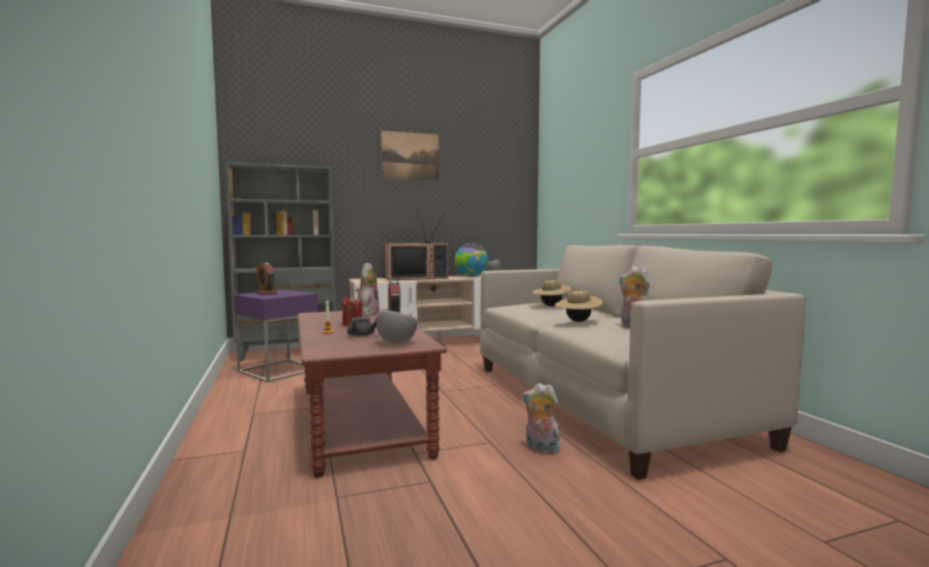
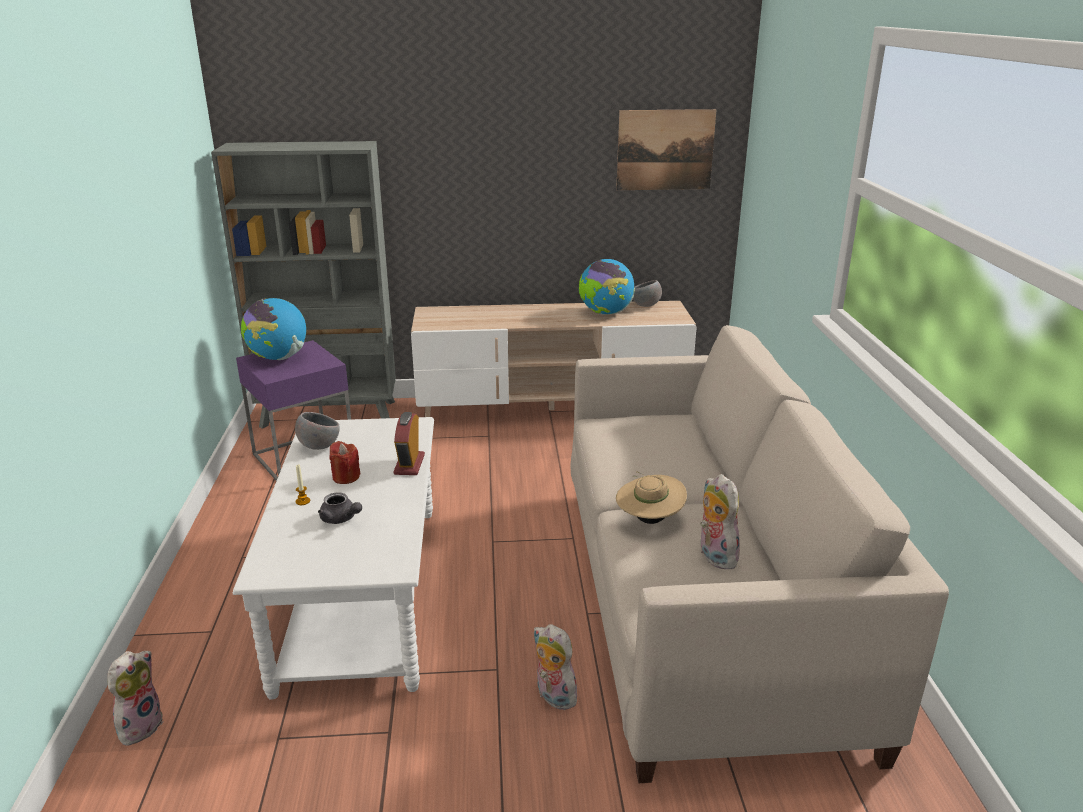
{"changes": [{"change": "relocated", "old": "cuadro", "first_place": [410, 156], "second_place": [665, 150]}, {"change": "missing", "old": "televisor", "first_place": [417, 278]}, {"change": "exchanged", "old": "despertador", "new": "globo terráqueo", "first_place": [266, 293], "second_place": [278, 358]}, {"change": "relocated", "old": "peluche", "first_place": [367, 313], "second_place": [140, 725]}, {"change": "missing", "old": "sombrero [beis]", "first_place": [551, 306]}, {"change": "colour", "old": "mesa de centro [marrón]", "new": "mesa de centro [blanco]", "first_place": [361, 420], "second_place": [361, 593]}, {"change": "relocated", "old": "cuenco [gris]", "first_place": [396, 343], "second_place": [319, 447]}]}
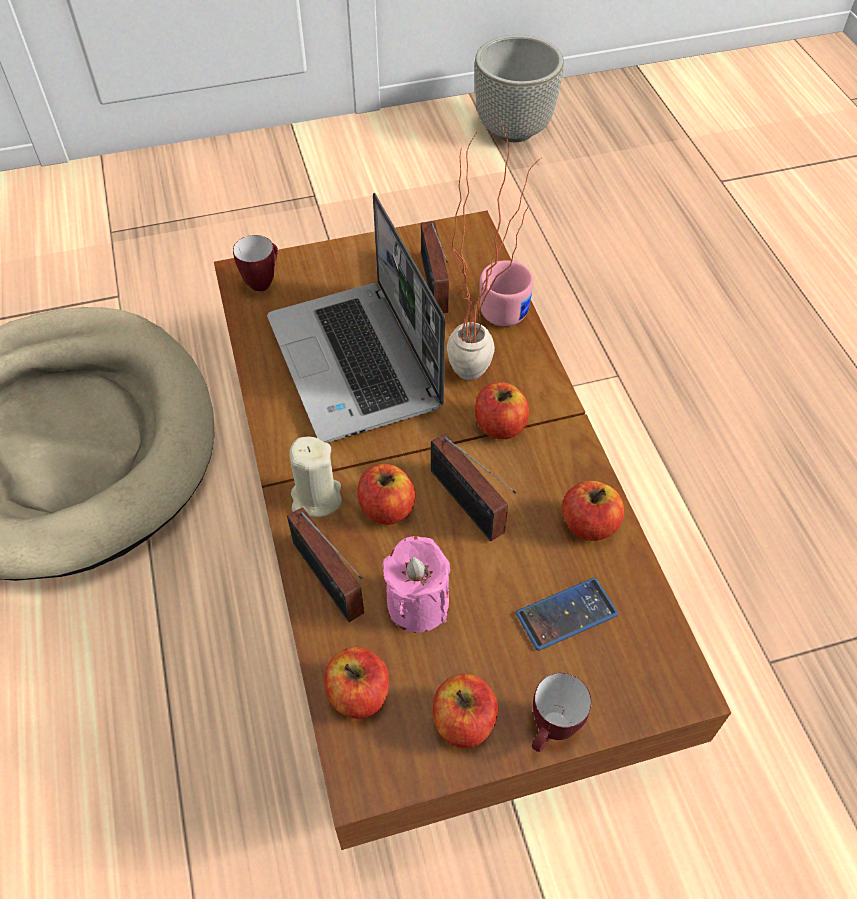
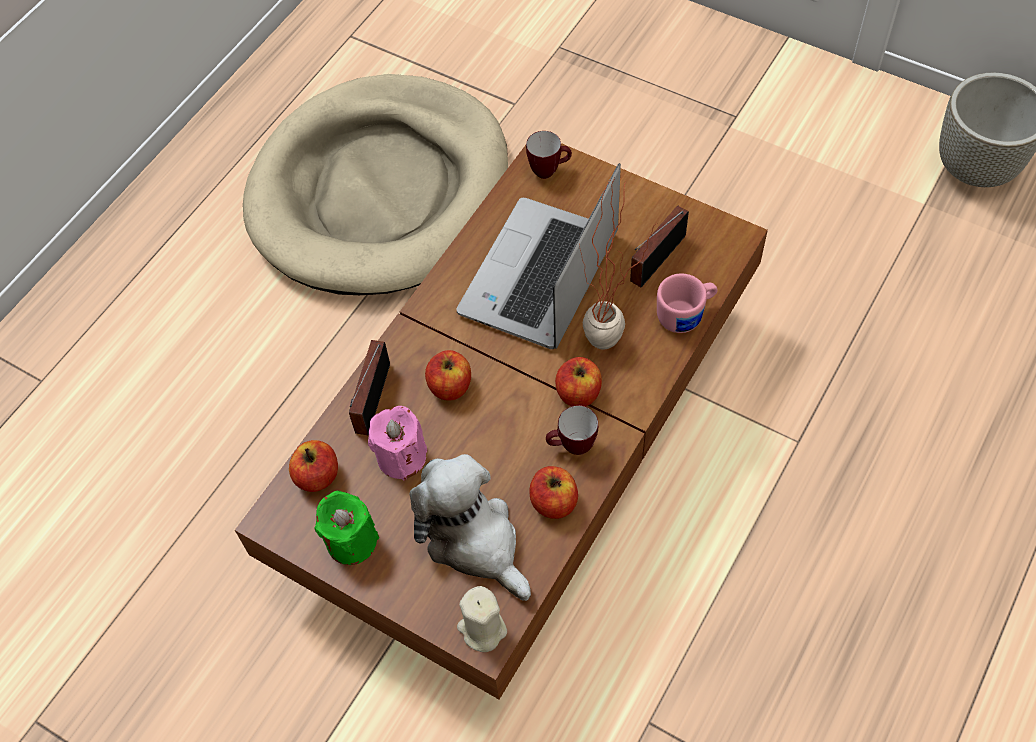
{"changes": [{"change": "missing", "old": "radio", "first_place": [469, 506]}, {"change": "relocated", "old": "vela [beis]", "first_place": [316, 498], "second_place": [482, 629]}, {"change": "exchanged", "old": "móvil", "new": "peluche", "first_place": [566, 614], "second_place": [474, 539]}, {"change": "relocated", "old": "taza grande", "first_place": [551, 732], "second_place": [572, 447]}, {"change": "exchanged", "old": "manzana", "new": "vela [verde]", "first_place": [464, 721], "second_place": [351, 541]}]}
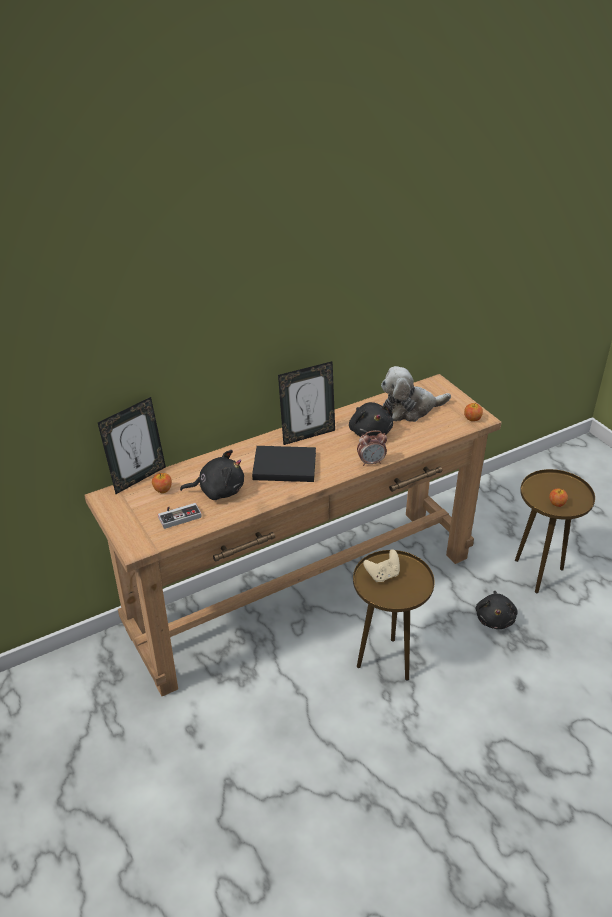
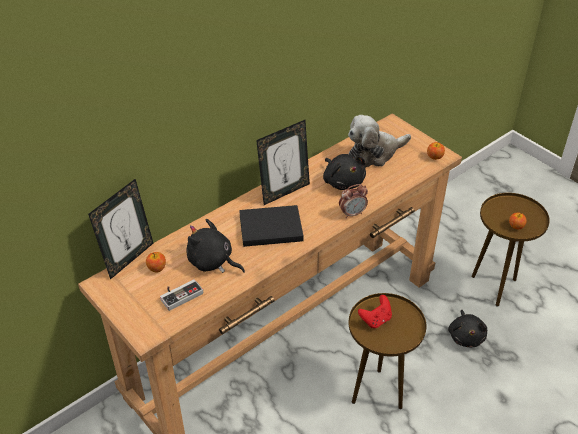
{"changes": [{"change": "spun", "old": "peluche [negro]", "first_place": [218, 490], "second_place": [212, 262], "degrees": -135}, {"change": "colour", "old": "mando de consola [beis]", "new": "mando de consola [rojo]", "first_place": [383, 575], "second_place": [376, 320]}]}
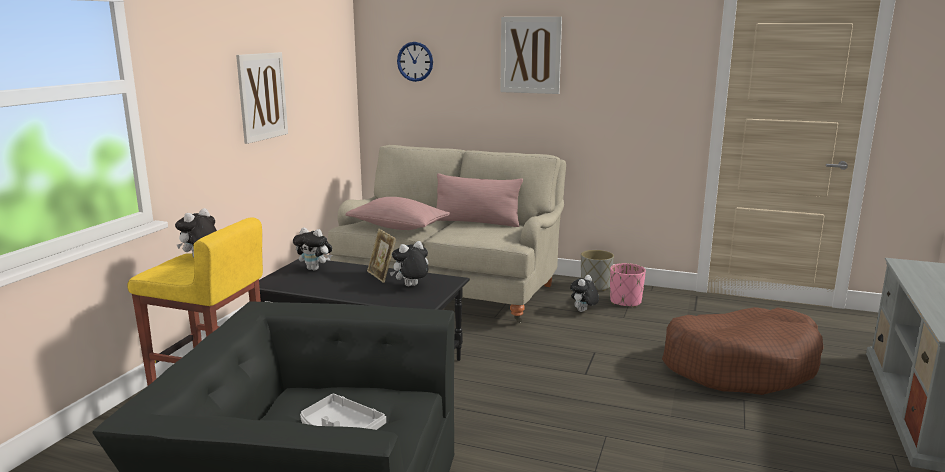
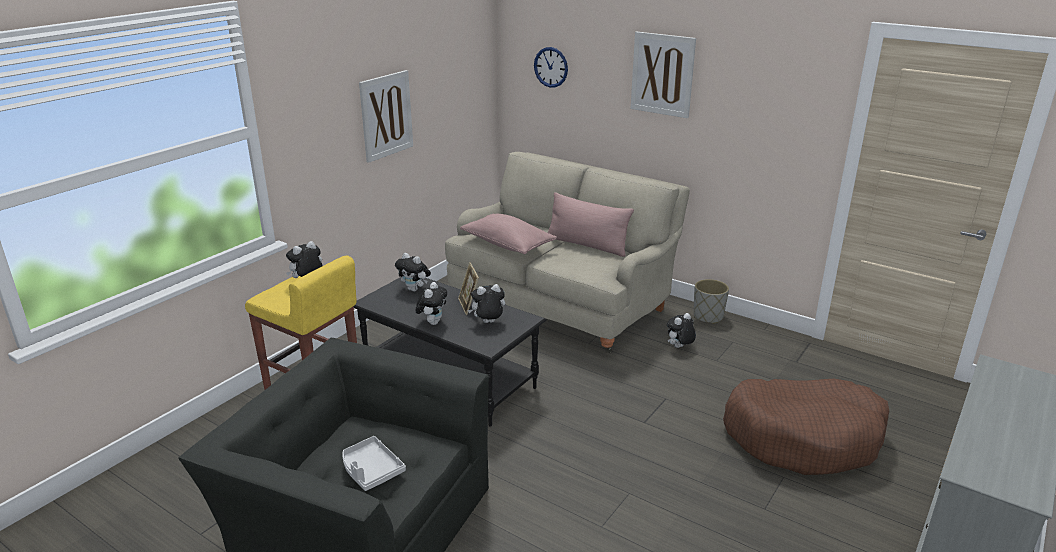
{"changes": [{"change": "missing", "old": "maceta [rosa]", "first_place": [626, 302]}, {"change": "appeared", "new": "peluche", "second_place": [433, 322]}]}
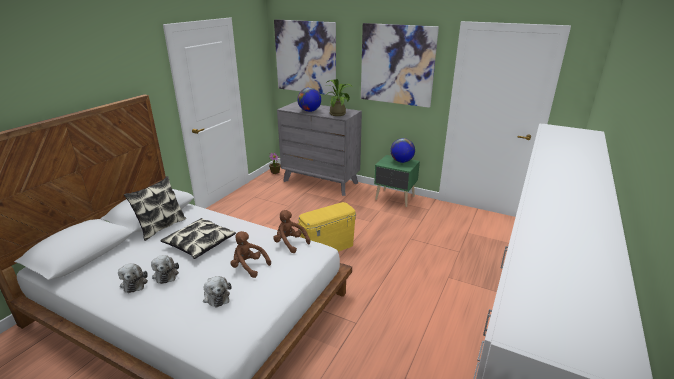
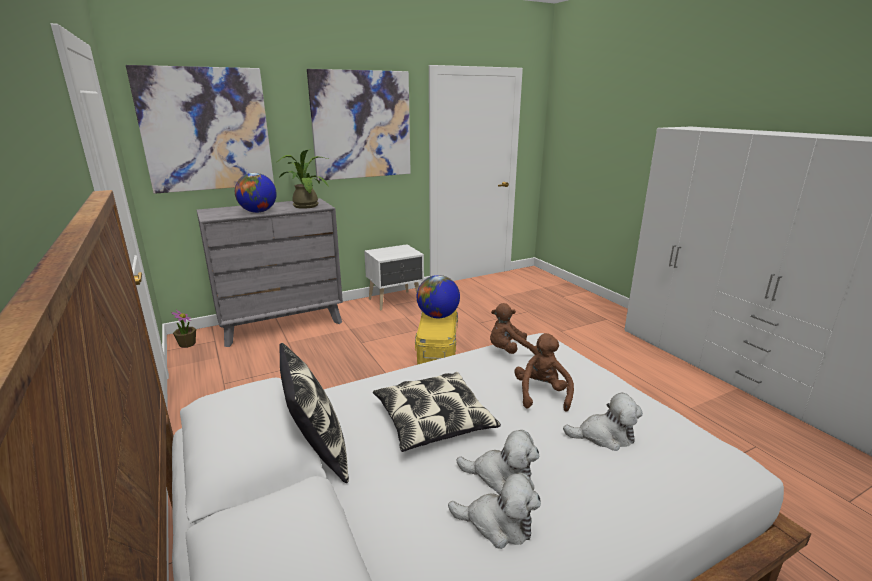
{"changes": [{"change": "relocated", "old": "globo terráqueo", "first_place": [401, 161], "second_place": [438, 316]}, {"change": "colour", "old": "mesita de noche [verde]", "new": "mesita de noche [blanco]", "first_place": [395, 198], "second_place": [395, 301]}, {"change": "spun", "old": "peluche [marrón]", "first_place": [249, 267], "second_place": [541, 394], "degrees": 120}]}
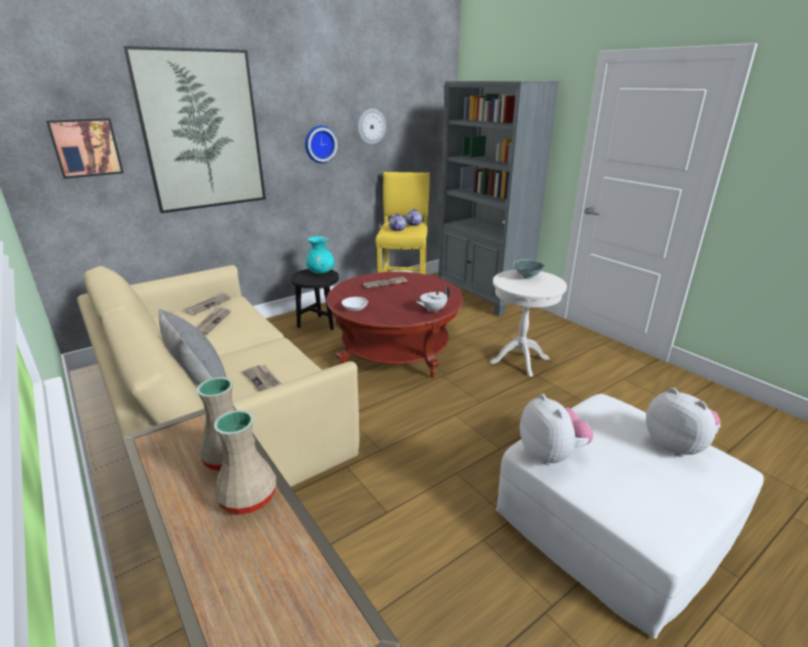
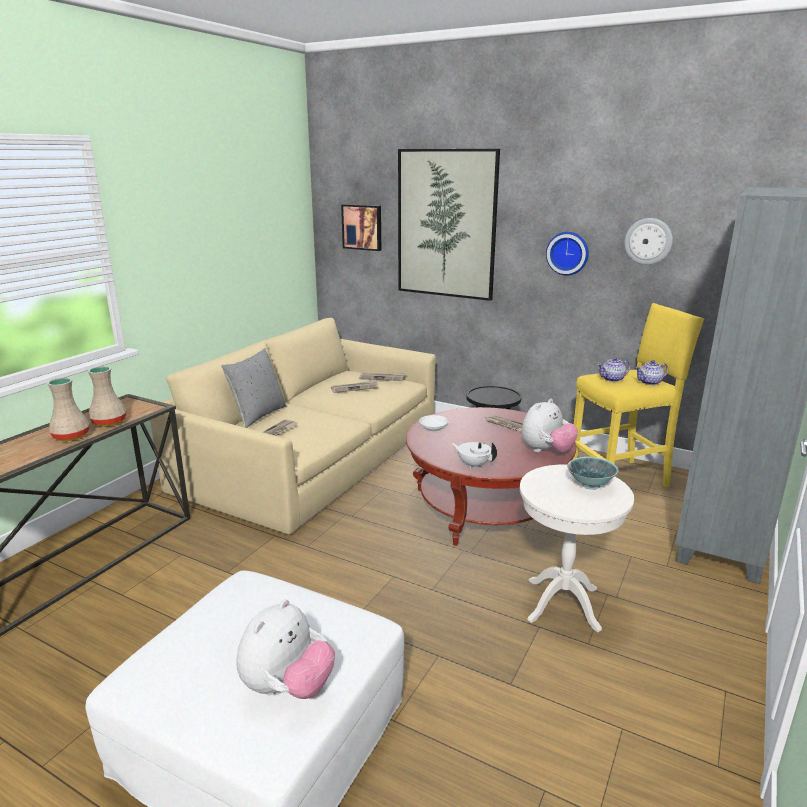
{"changes": [{"change": "missing", "old": "florero [turquesa]", "first_place": [321, 272]}, {"change": "relocated", "old": "peluche", "first_place": [550, 454], "second_place": [546, 451]}]}
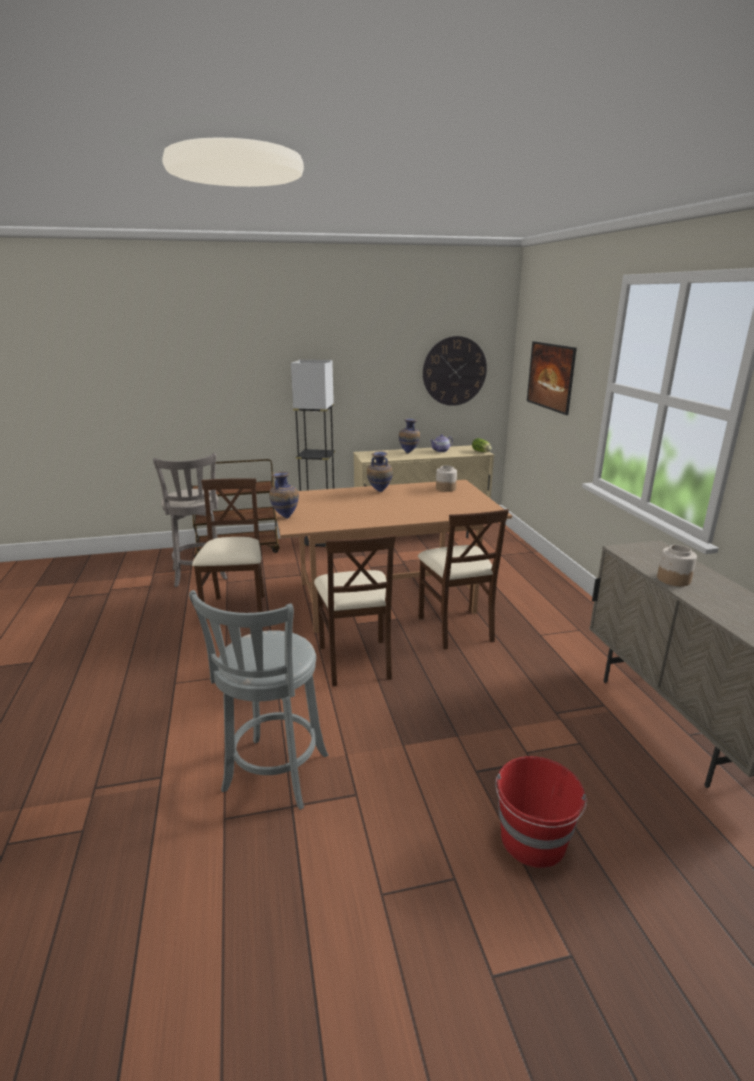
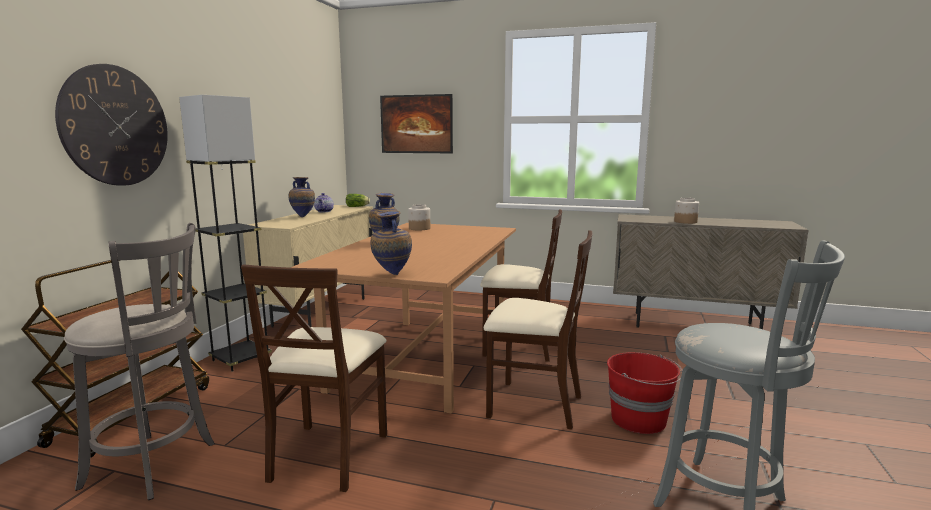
{"changes": [{"change": "relocated", "old": "reloj de pared", "first_place": [454, 371], "second_place": [115, 126]}, {"change": "spun", "old": "silla [beis]", "first_place": [237, 611], "second_place": [328, 454], "degrees": -105}, {"change": "relocated", "old": "cubo [rojo]", "first_place": [533, 841], "second_place": [639, 420]}]}
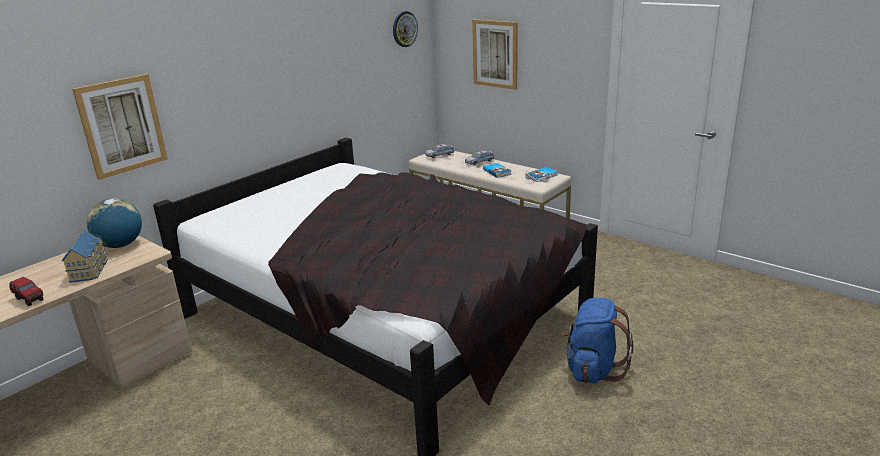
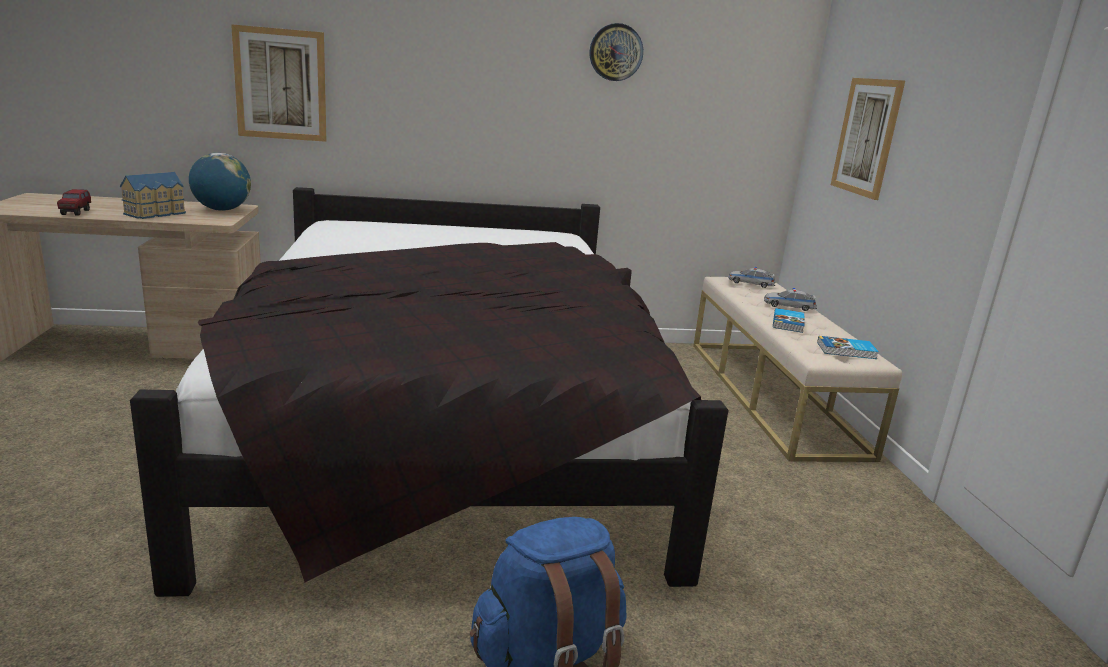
{"changes": [{"change": "relocated", "old": "reloj de pared", "first_place": [404, 29], "second_place": [616, 52]}]}
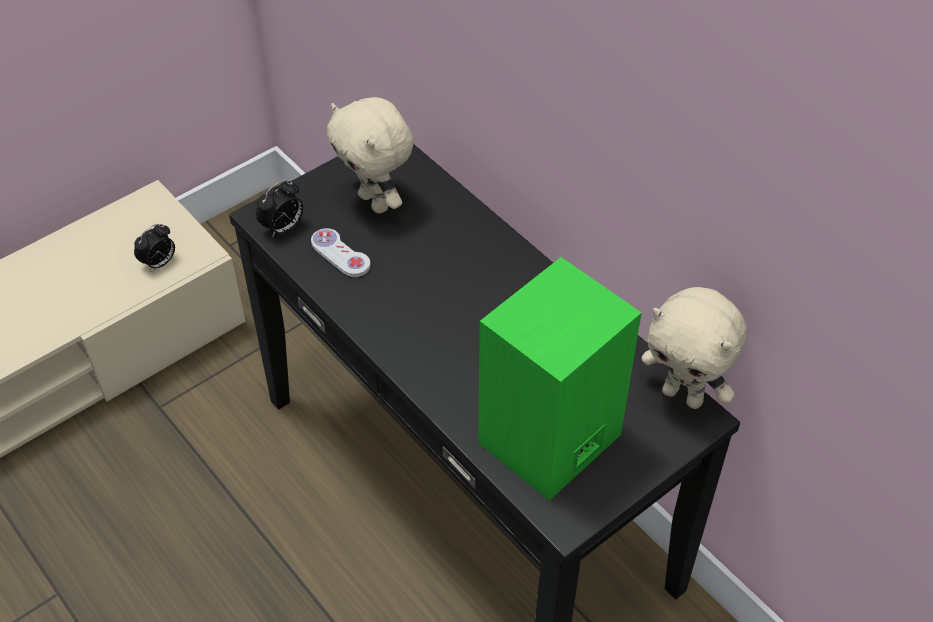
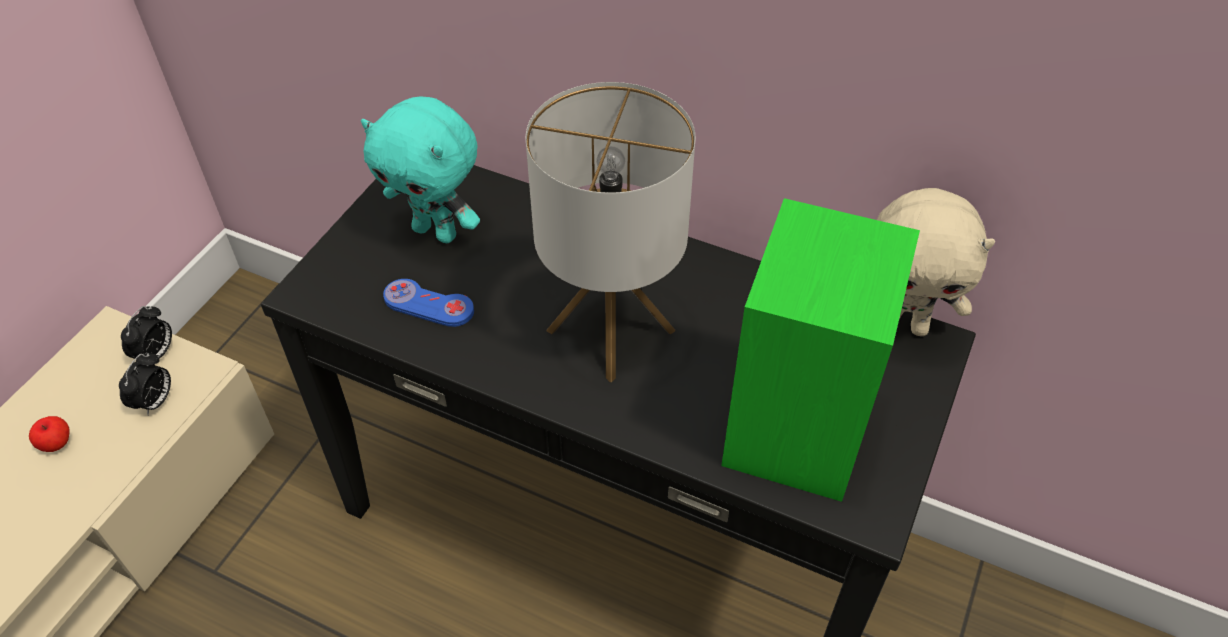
{"changes": [{"change": "colour", "old": "peluche [beis]", "new": "peluche [turquesa]", "first_place": [376, 202], "second_place": [437, 231]}, {"change": "relocated", "old": "despertador", "first_place": [283, 228], "second_place": [156, 354]}, {"change": "colour", "old": "mando de consola [blanco]", "new": "mando de consola [azul]", "first_place": [340, 254], "second_place": [428, 305]}, {"change": "appeared", "new": "lámpara de mesa", "second_place": [610, 330]}, {"change": "appeared", "new": "manzana", "second_place": [57, 443]}]}
